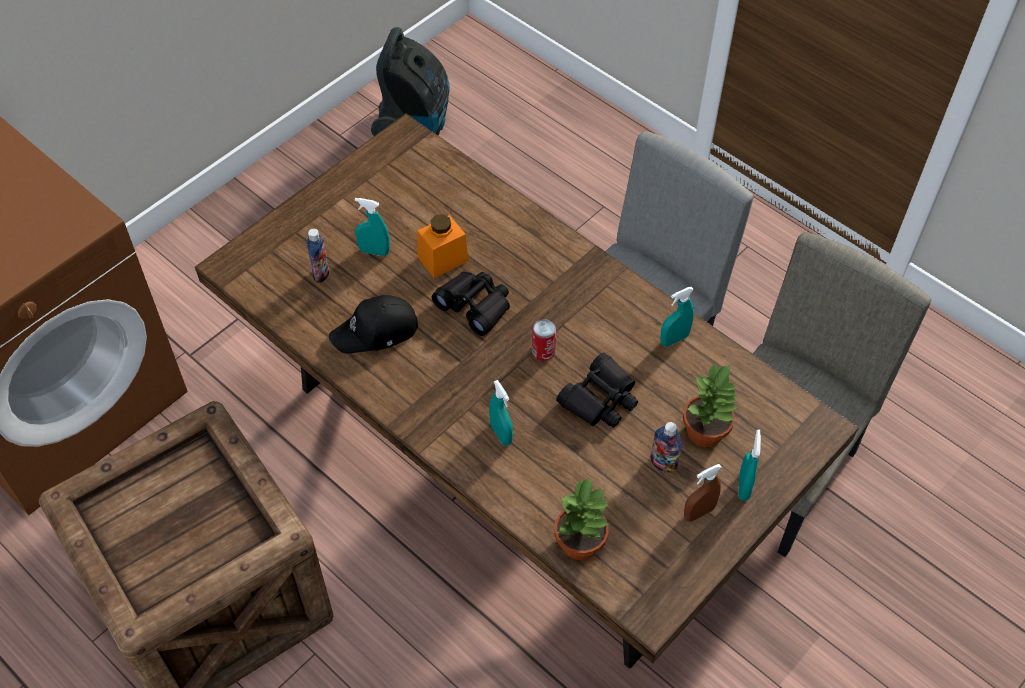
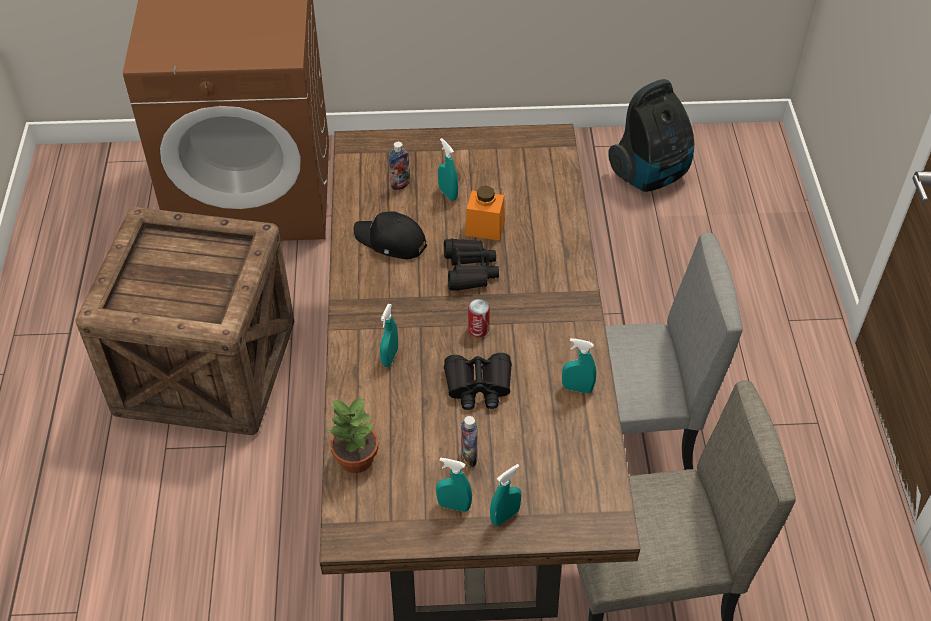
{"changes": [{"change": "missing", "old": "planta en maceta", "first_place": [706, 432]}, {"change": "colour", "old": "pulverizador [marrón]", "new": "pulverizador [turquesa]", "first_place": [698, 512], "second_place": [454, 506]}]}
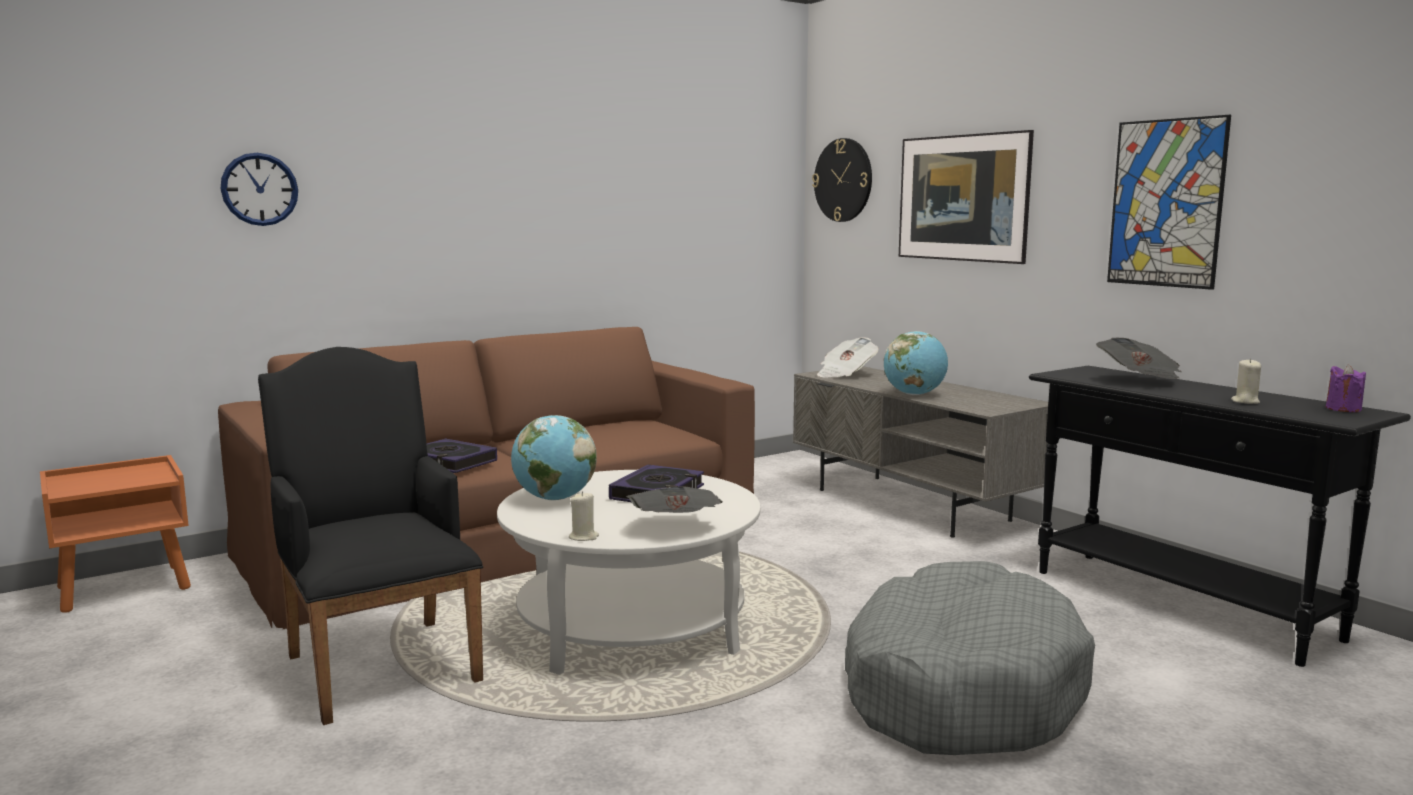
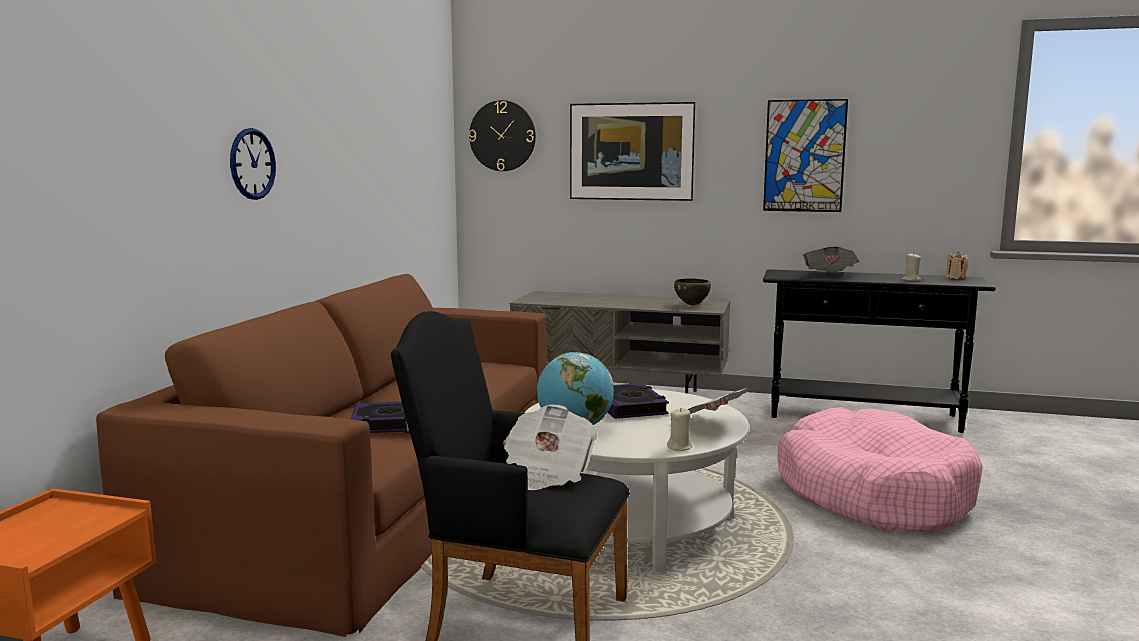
{"changes": [{"change": "relocated", "old": "reloj de pared", "first_place": [259, 189], "second_place": [252, 164]}, {"change": "missing", "old": "globo terráqueo", "first_place": [914, 394]}, {"change": "relocated", "old": "periódico", "first_place": [845, 374], "second_place": [548, 472]}, {"change": "colour", "old": "vela [morado]", "new": "vela [beis]", "first_place": [1343, 409], "second_place": [955, 278]}, {"change": "colour", "old": "cama para perro [gris]", "new": "cama para perro [rosa]", "first_place": [959, 689], "second_place": [873, 494]}, {"change": "appeared", "new": "cuenco [marrón]", "second_place": [692, 305]}]}
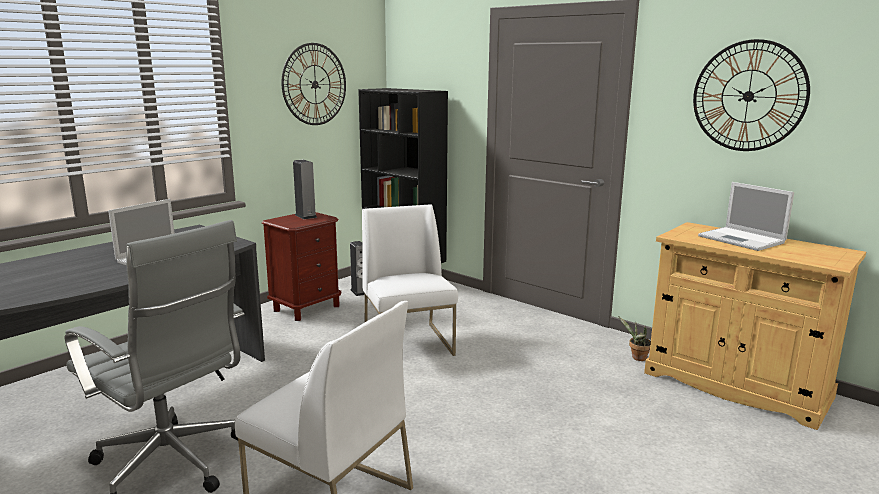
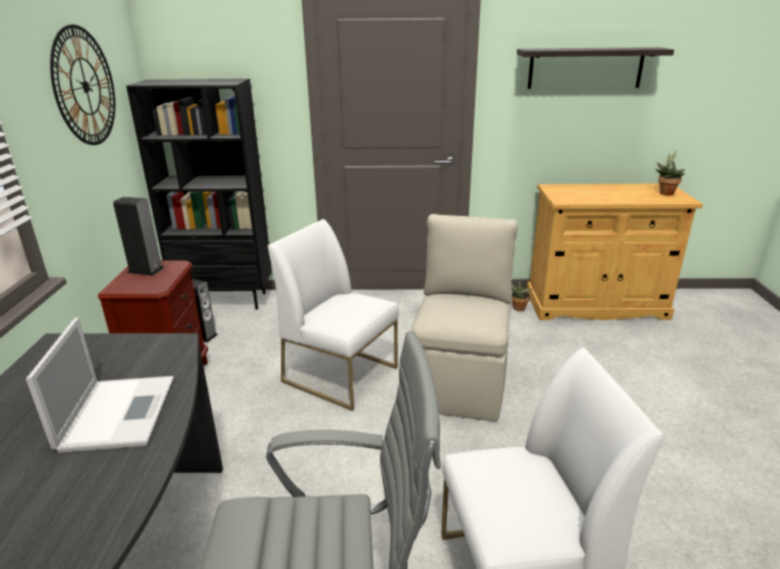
{"changes": [{"change": "exchanged", "old": "reloj de pared", "new": "estante", "first_place": [748, 96], "second_place": [585, 68]}, {"change": "missing", "old": "portátil", "first_place": [743, 239]}, {"change": "appeared", "new": "planta en maceta", "second_place": [665, 193]}, {"change": "appeared", "new": "silla [beis]", "second_place": [460, 380]}]}
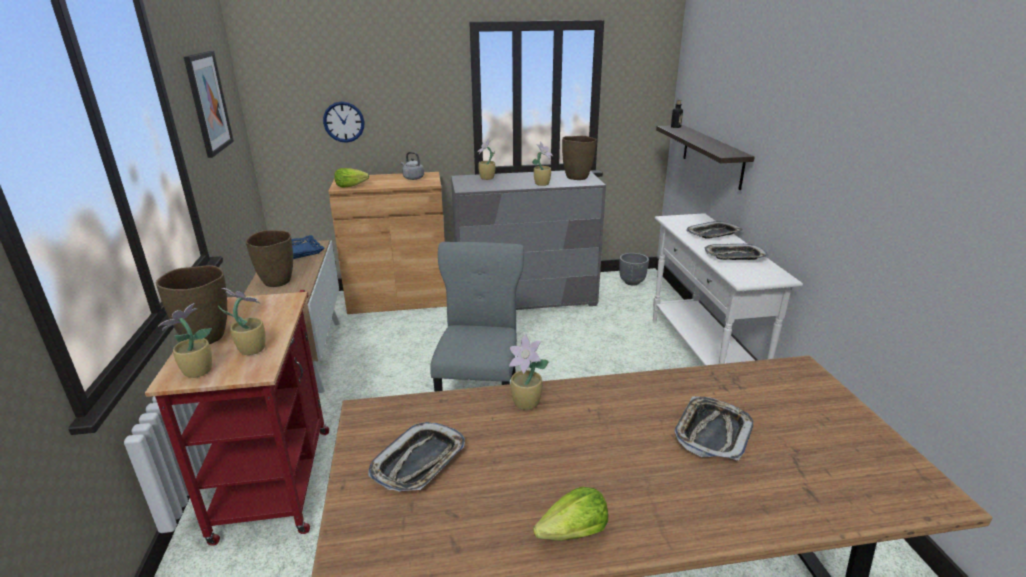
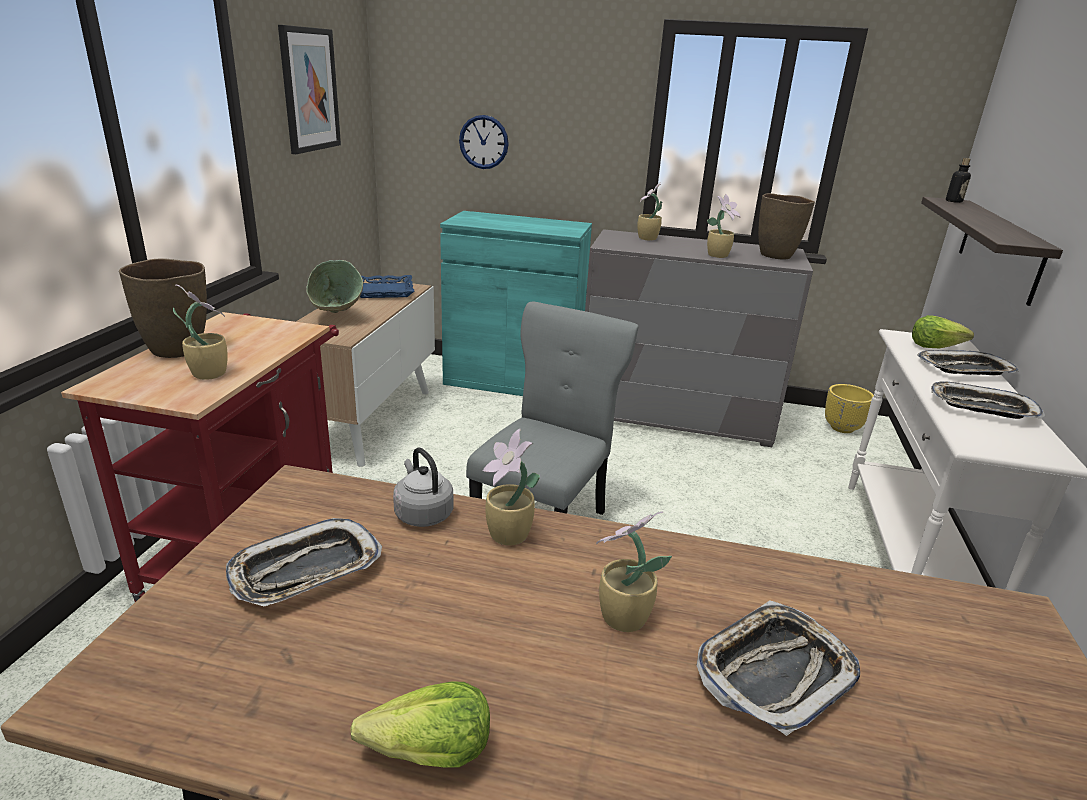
{"changes": [{"change": "relocated", "old": "hervidor [gris]", "first_place": [412, 178], "second_place": [422, 513]}, {"change": "relocated", "old": "lechuga", "first_place": [351, 186], "second_place": [934, 346]}, {"change": "colour", "old": "armario [marrón]", "new": "armario [turquesa]", "first_place": [399, 299], "second_place": [512, 380]}, {"change": "exchanged", "old": "florero [marrón]", "new": "cuenco [verde]", "first_place": [277, 282], "second_place": [338, 318]}, {"change": "colour", "old": "maceta [gris]", "new": "maceta [amarillo]", "first_place": [632, 282], "second_place": [842, 428]}, {"change": "relocated", "old": "planta en maceta", "first_place": [196, 372], "second_place": [621, 618]}]}
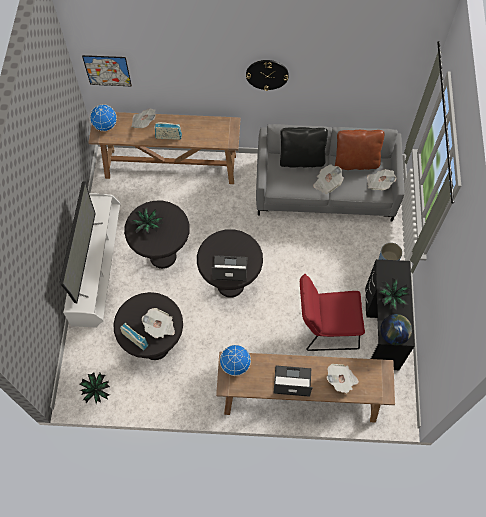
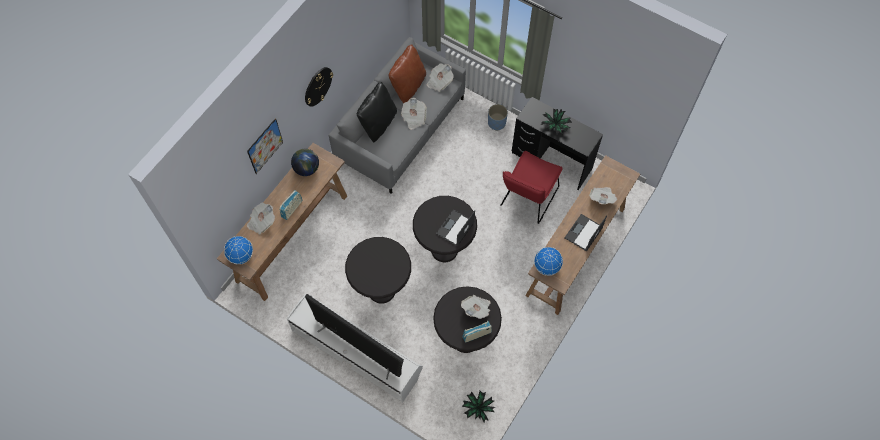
{"changes": [{"change": "relocated", "old": "cuadro", "first_place": [107, 70], "second_place": [265, 146]}, {"change": "missing", "old": "planta en maceta", "first_place": [148, 225]}, {"change": "relocated", "old": "globo terráqueo", "first_place": [393, 334], "second_place": [307, 169]}]}
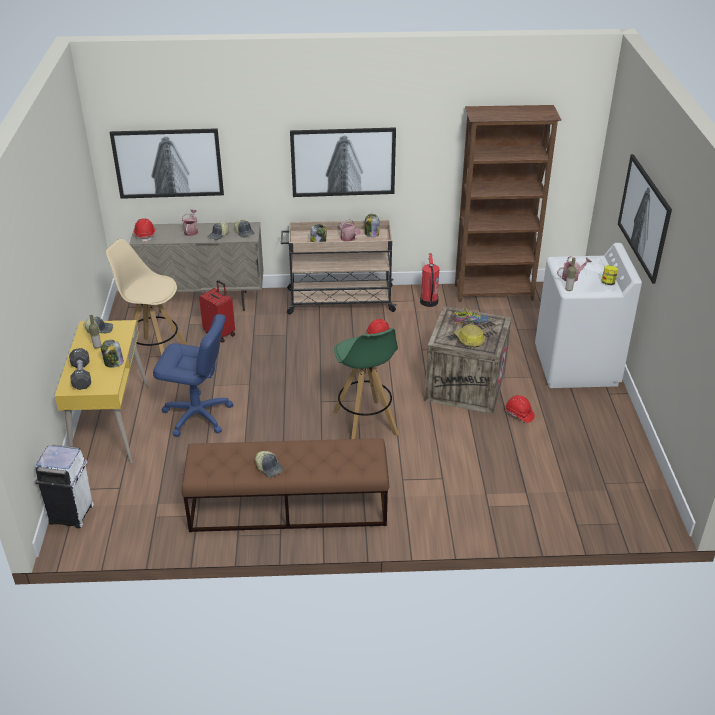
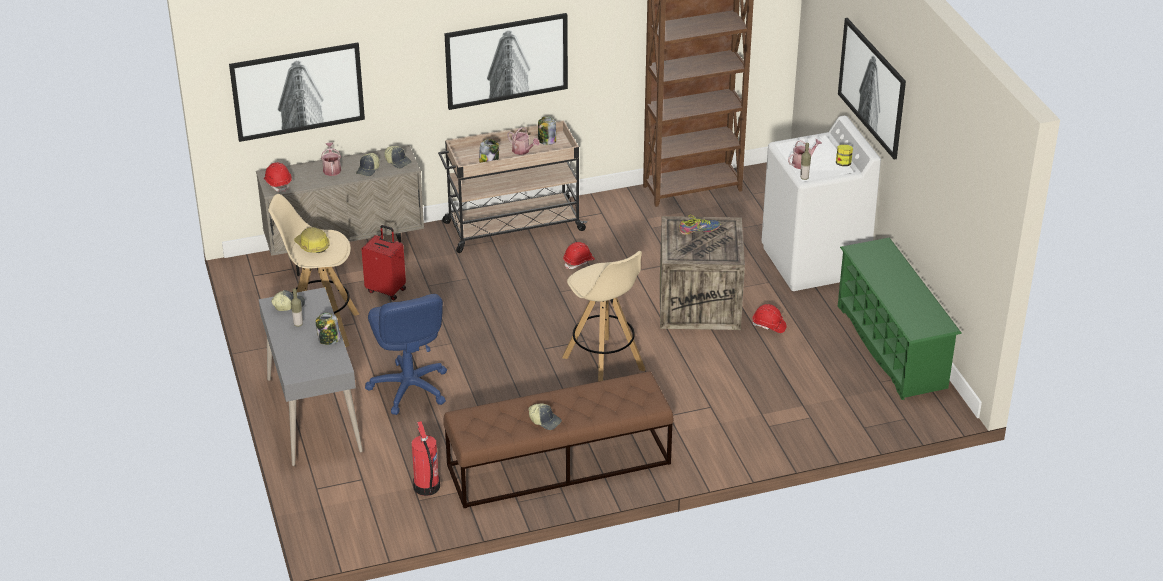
{"changes": [{"change": "relocated", "old": "extintor", "first_place": [429, 302], "second_place": [426, 487]}, {"change": "spun", "old": "silla de oficina [azul]", "first_place": [197, 415], "second_place": [409, 388], "degrees": 75}, {"change": "colour", "old": "escritorio [amarillo]", "new": "escritorio [gris]", "first_place": [111, 424], "second_place": [313, 415]}, {"change": "relocated", "old": "casco", "first_place": [469, 340], "second_place": [312, 246]}, {"change": "colour", "old": "taburete [verde]", "new": "taburete [beis]", "first_place": [365, 423], "second_place": [604, 364]}, {"change": "missing", "old": "mancuerna [negro]", "first_place": [81, 375]}, {"change": "missing", "old": "papelera [blanco]", "first_place": [72, 514]}, {"change": "appeared", "new": "zapatero [verde]", "second_place": [892, 347]}]}
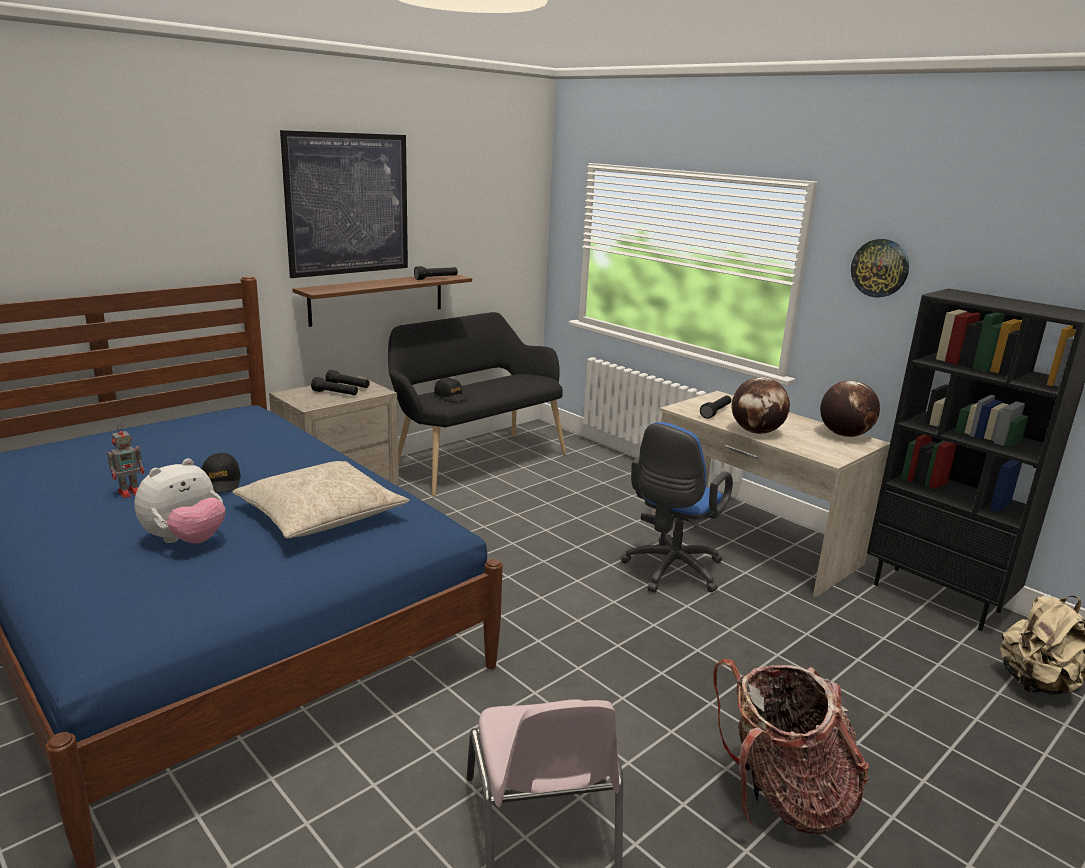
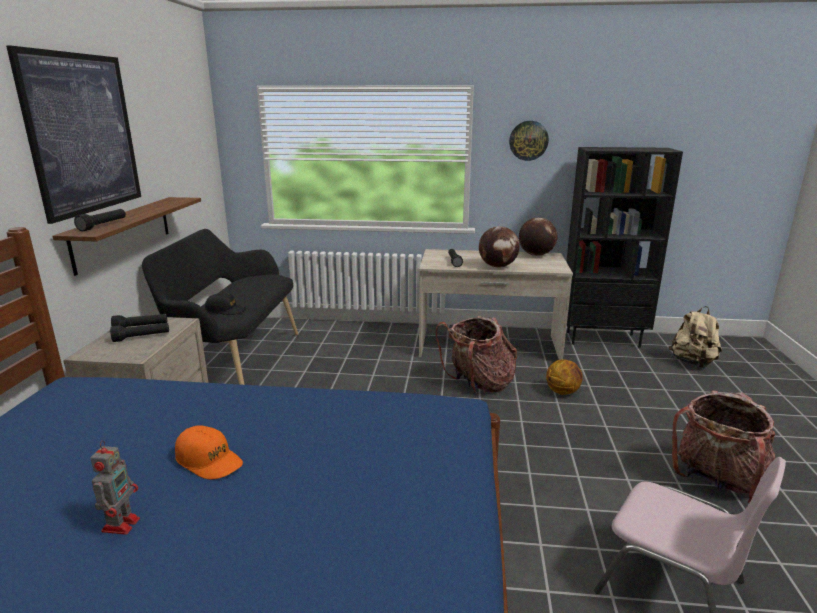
{"changes": [{"change": "relocated", "old": "linterna [negro]", "first_place": [436, 278], "second_place": [103, 226]}, {"change": "exchanged", "old": "silla de oficina [azul]", "new": "mochila", "first_place": [670, 572], "second_place": [478, 384]}, {"change": "colour", "old": "gorra [negro]", "new": "gorra [naranja]", "first_place": [221, 483], "second_place": [209, 460]}, {"change": "missing", "old": "peluche", "first_place": [186, 540]}, {"change": "missing", "old": "cojín [beis]", "first_place": [320, 514]}, {"change": "appeared", "new": "balón de baloncesto", "second_place": [563, 392]}]}
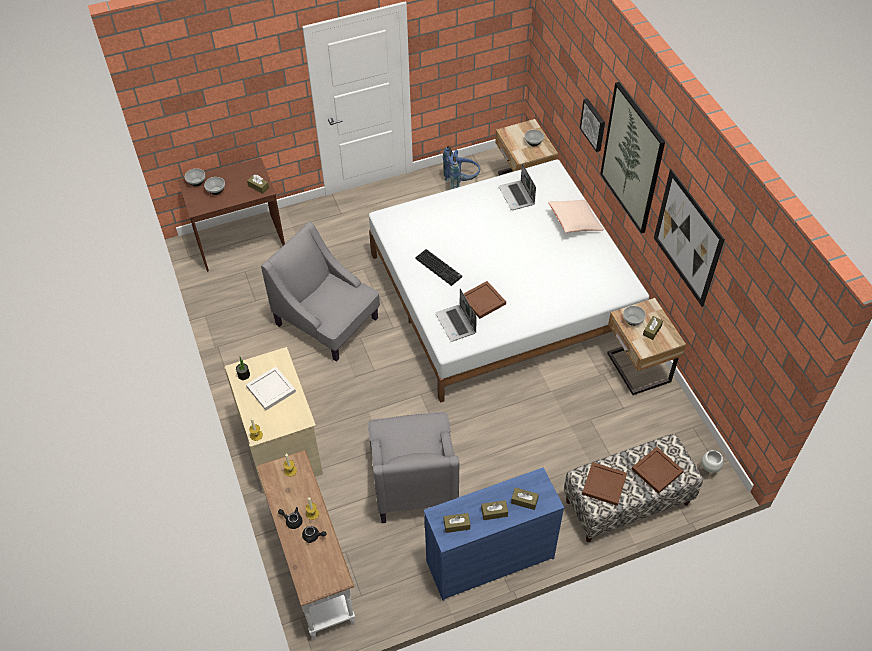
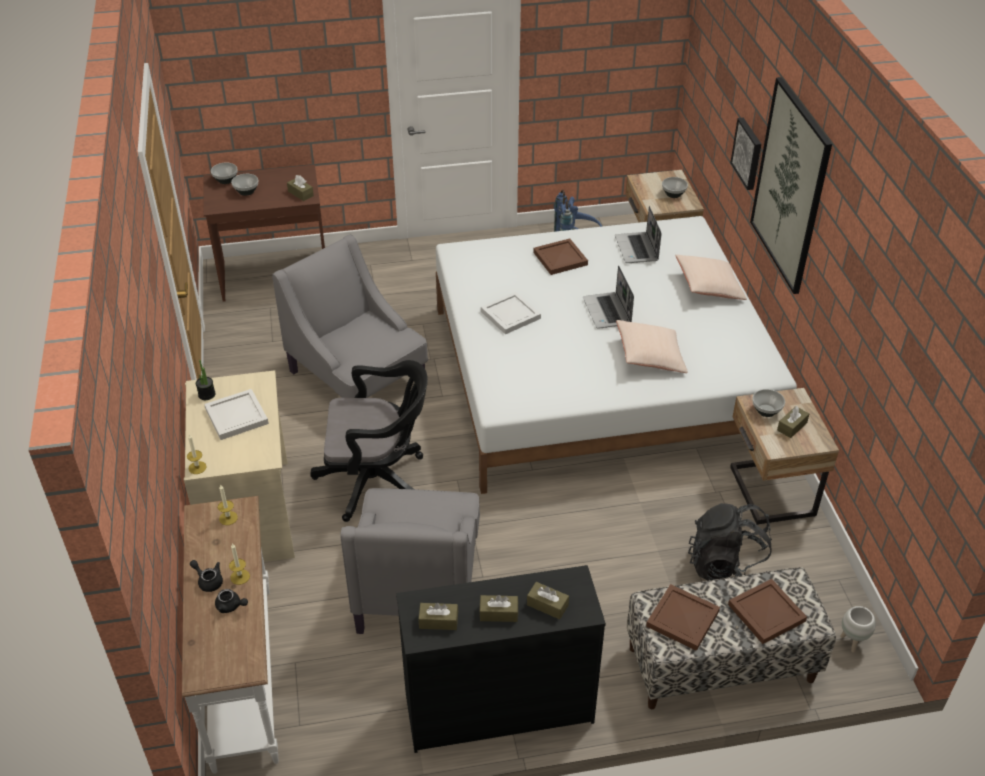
{"changes": [{"change": "missing", "old": "cuadro", "first_place": [687, 238]}, {"change": "exchanged", "old": "teclado", "new": "bandeja [blanco]", "first_place": [439, 267], "second_place": [511, 315]}, {"change": "relocated", "old": "bandeja [marrón]", "first_place": [483, 300], "second_place": [560, 258]}, {"change": "relocated", "old": "portátil", "first_place": [456, 324], "second_place": [607, 312]}, {"change": "colour", "old": "cómoda [azul]", "new": "cómoda [negro]", "first_place": [489, 559], "second_place": [498, 707]}, {"change": "appeared", "new": "cojín [beis]", "second_place": [650, 356]}, {"change": "appeared", "new": "silla de oficina [negro]", "second_place": [378, 480]}, {"change": "appeared", "new": "mochila [negro]", "second_place": [727, 566]}]}
